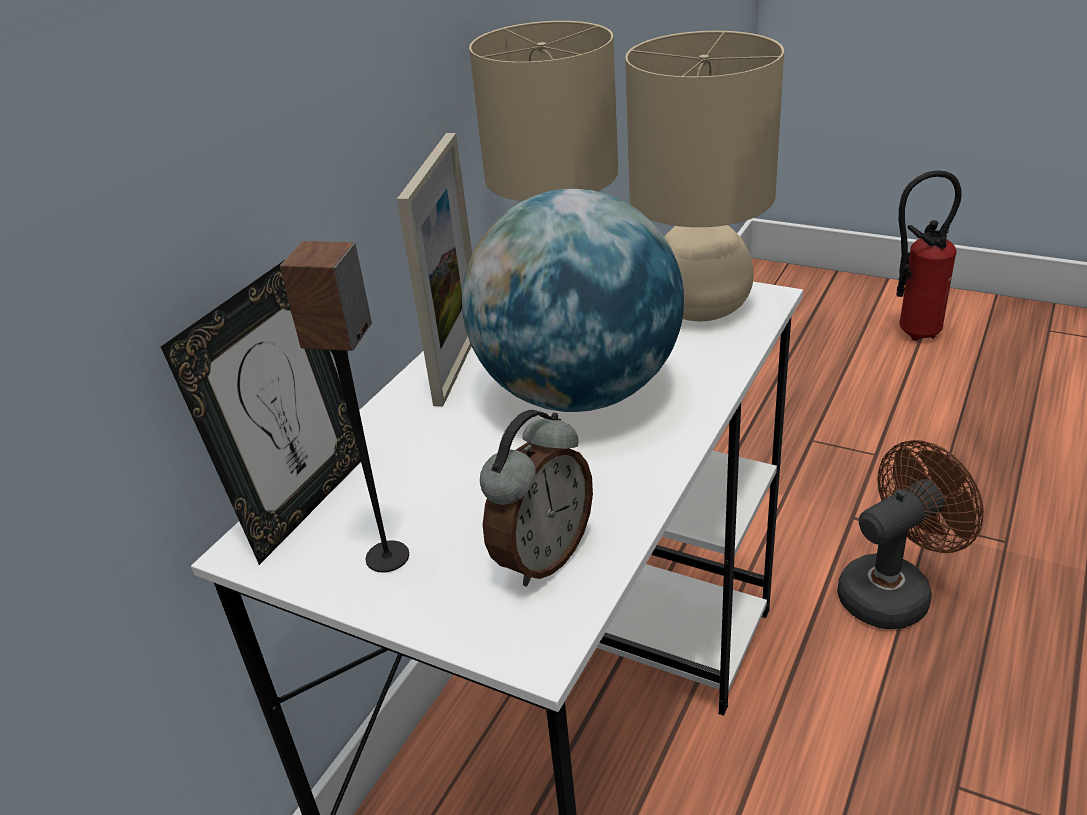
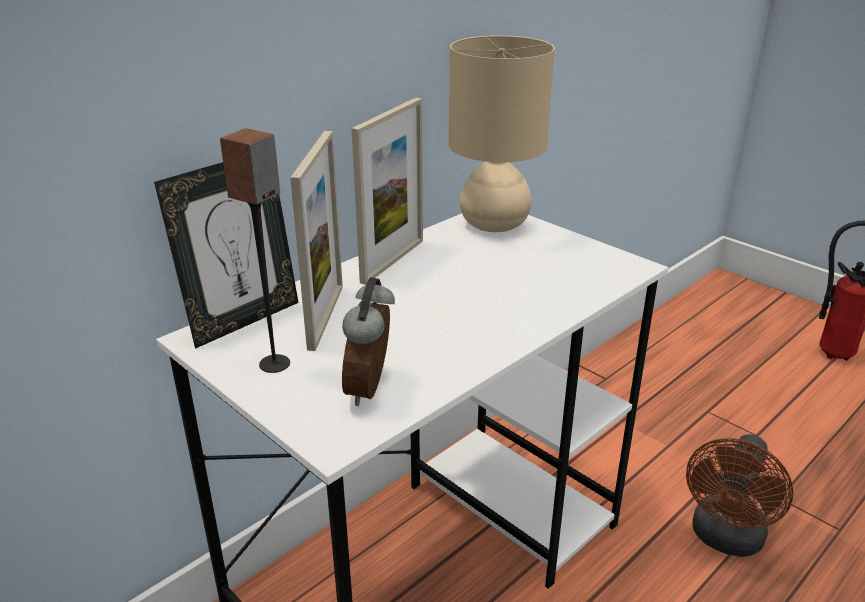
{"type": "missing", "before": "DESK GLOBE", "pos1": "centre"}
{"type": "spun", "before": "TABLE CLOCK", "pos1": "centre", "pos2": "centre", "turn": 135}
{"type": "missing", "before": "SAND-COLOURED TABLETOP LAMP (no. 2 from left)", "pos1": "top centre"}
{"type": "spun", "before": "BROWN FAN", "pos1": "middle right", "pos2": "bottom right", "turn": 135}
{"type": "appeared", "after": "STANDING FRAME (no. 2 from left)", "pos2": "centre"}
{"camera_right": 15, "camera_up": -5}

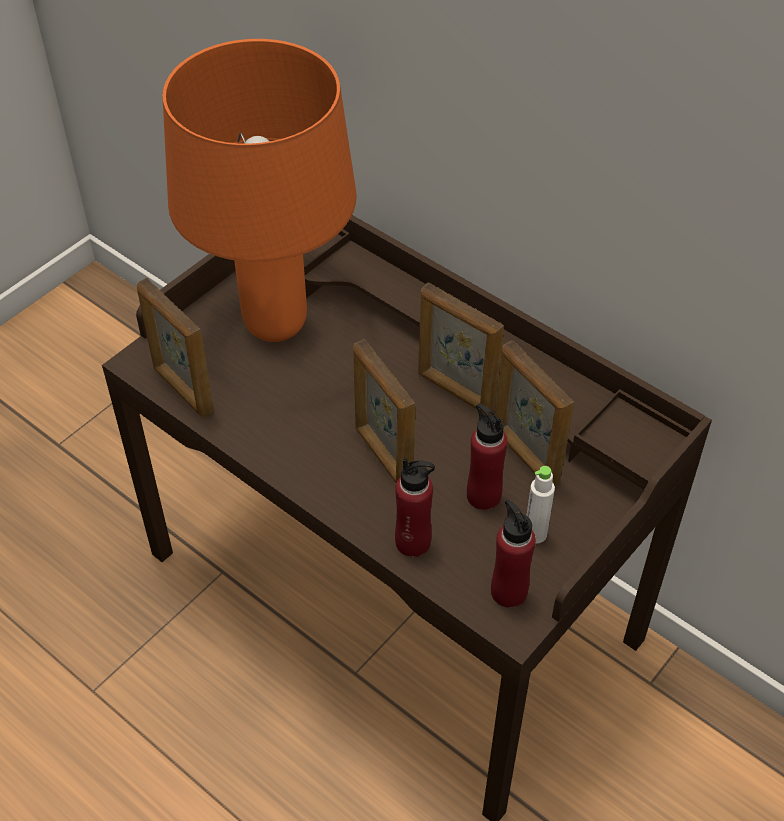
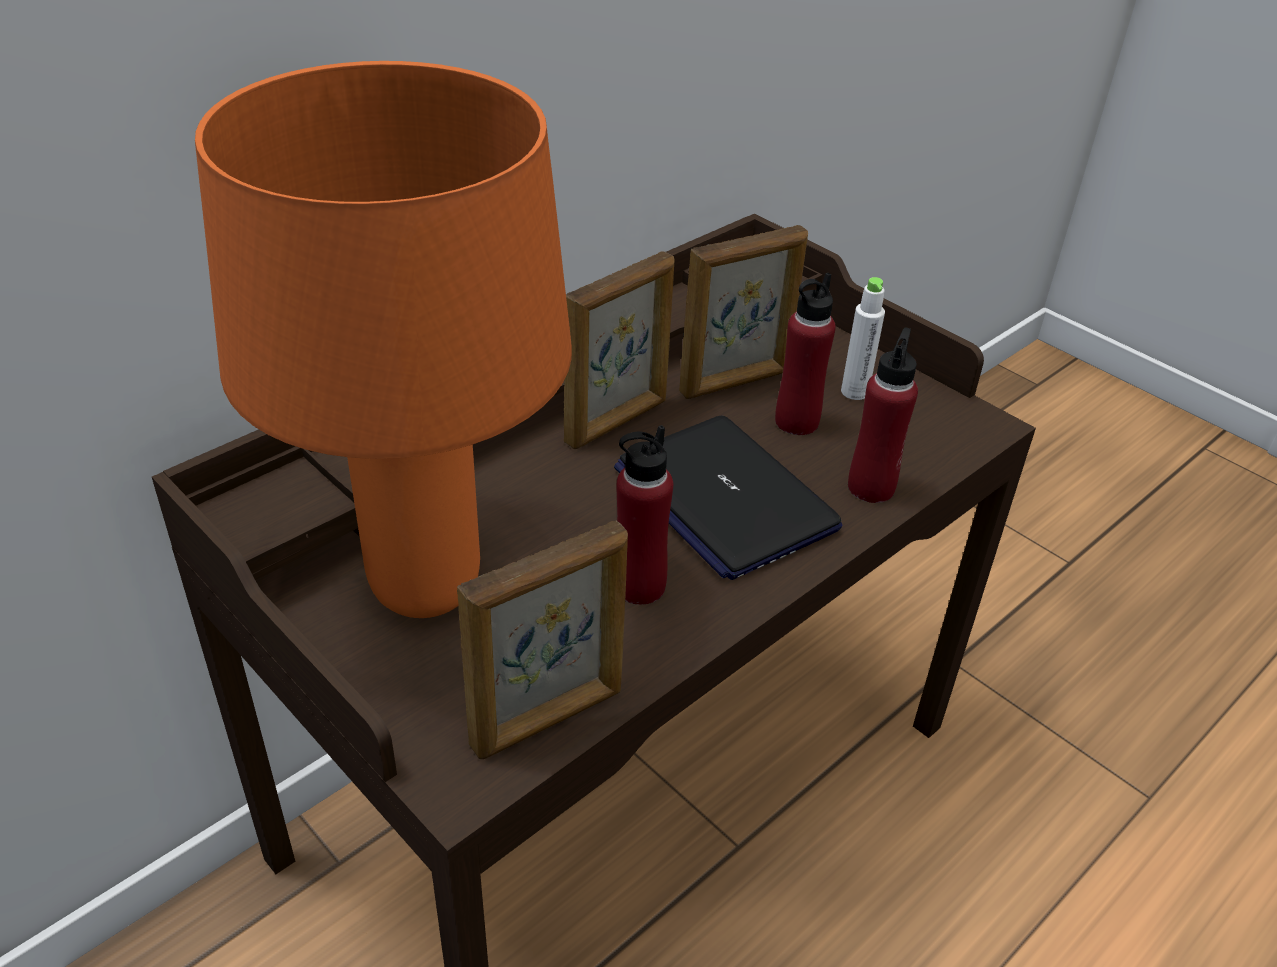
{"type": "exchanged", "before": "STANDING FRAME (no. 2 from left)", "after": "PORTABLE COMPUTER", "pos1": "centre", "pos2": "centre"}
{"type": "relocated", "before": "RED DRINK BOTTLE (no. 3 from left in the first image)", "after": "RED DRINK BOTTLE (no. 1 from left)", "pos1": "bottom centre", "pos2": "centre"}
{"camera_right": -85, "camera_up": -10}

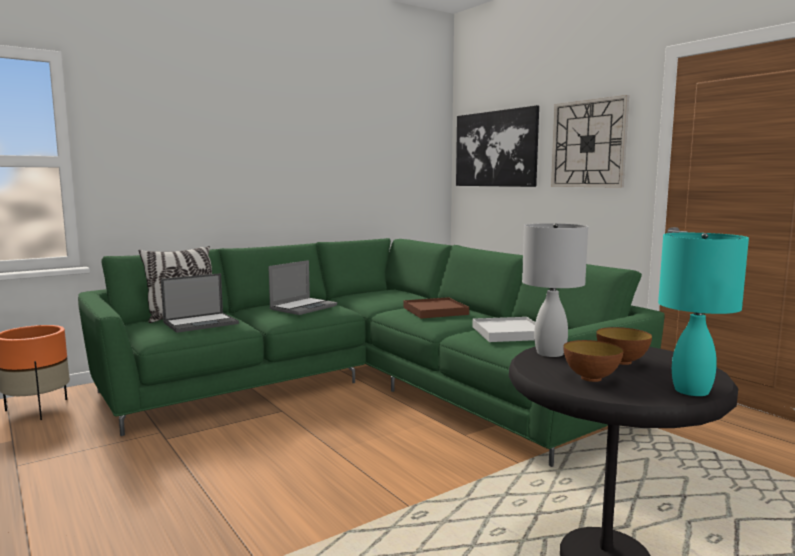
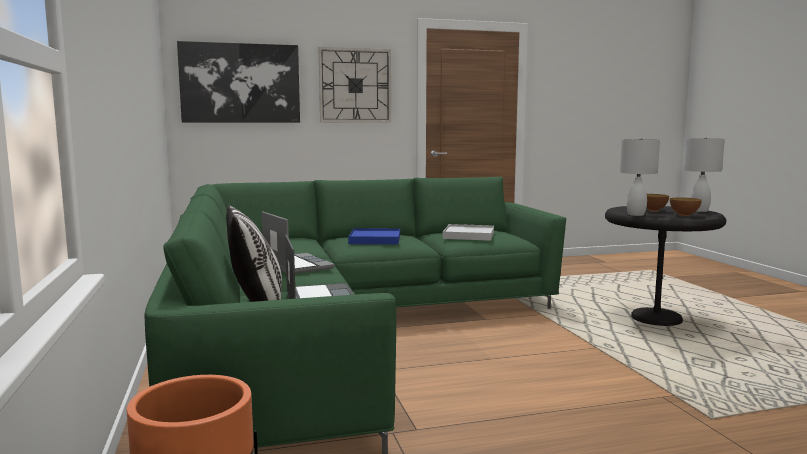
{"type": "colour", "before": "BROWN SERVING TRAY", "after": "BLUE-COLOURED SERVING TRAY", "pos1": "centre", "pos2": "centre"}
{"type": "colour", "before": "BLUE-GREEN TABLETOP LAMP", "after": "WHITE TABLETOP LAMP (no. 2 from left)", "pos1": "middle right", "pos2": "middle right"}
{"camera_right": -70, "camera_up": 0}

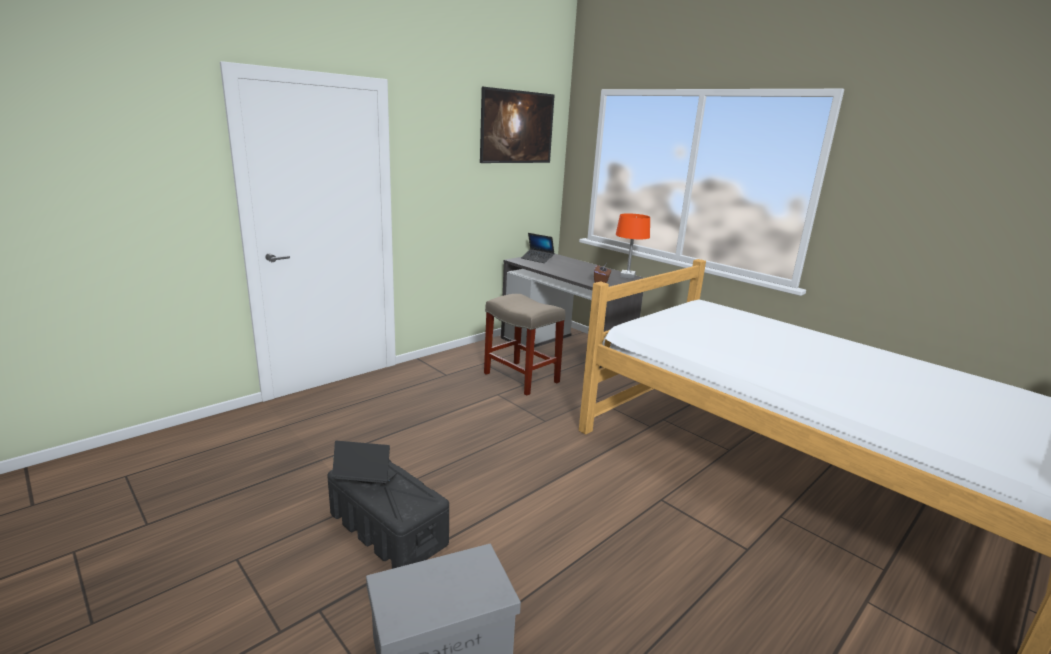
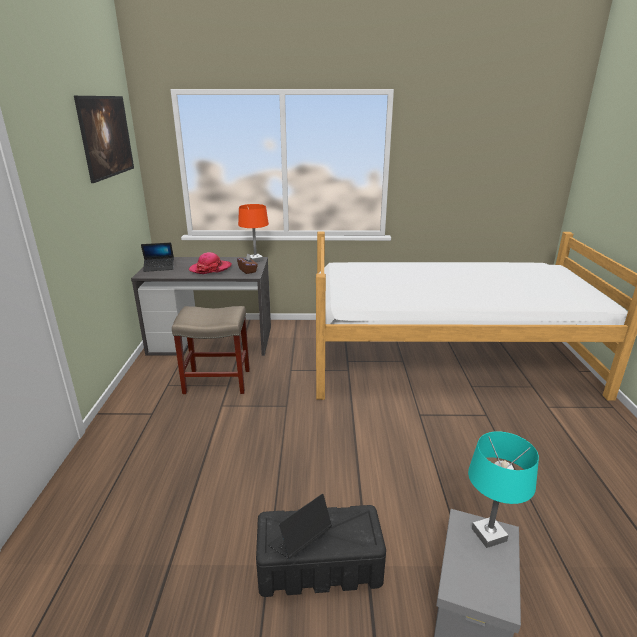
{"type": "appeared", "after": "CLOTHING HAT", "pos2": "middle left"}
{"type": "appeared", "after": "BLUE-GREEN TABLETOP LAMP", "pos2": "bottom right"}
{"camera_right": -45, "camera_up": 5}

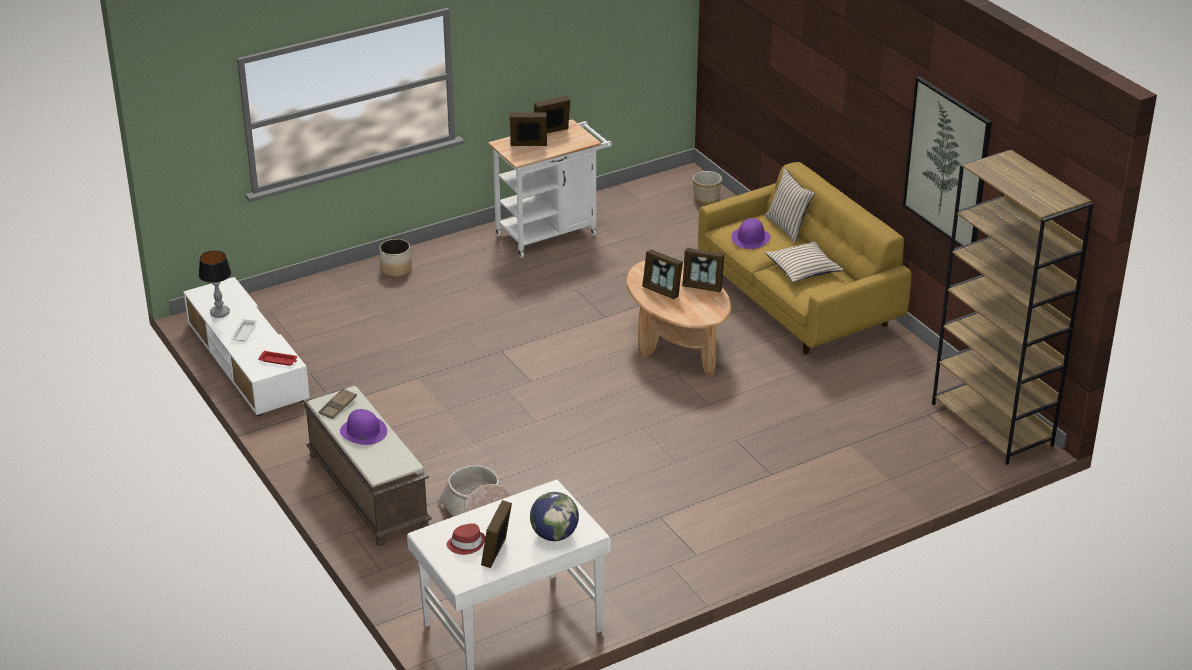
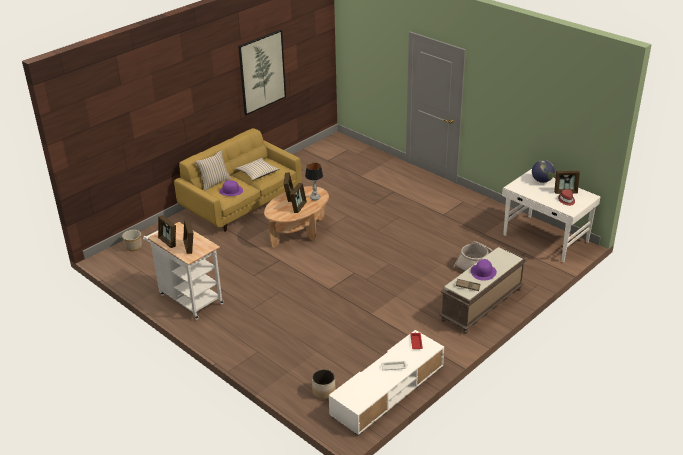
{"type": "relocated", "before": "TABLETOP LAMP", "pos1": "middle left", "pos2": "centre"}
{"type": "relocated", "before": "PLANTER (no. 1 from left in the first image)", "after": "PLANTER (no. 2 from left)", "pos1": "middle left", "pos2": "bottom centre"}
{"type": "missing", "before": "BROWN BOOKCASE", "pos1": "middle right"}
{"camera_right": -105, "camera_up": 0}

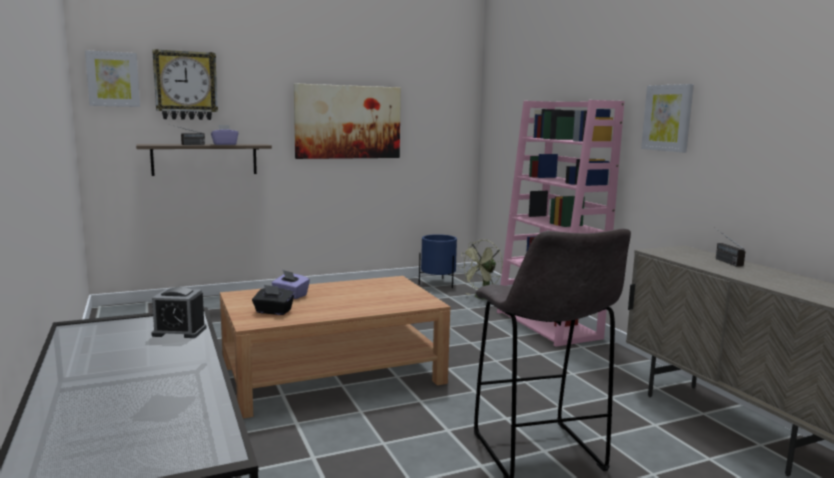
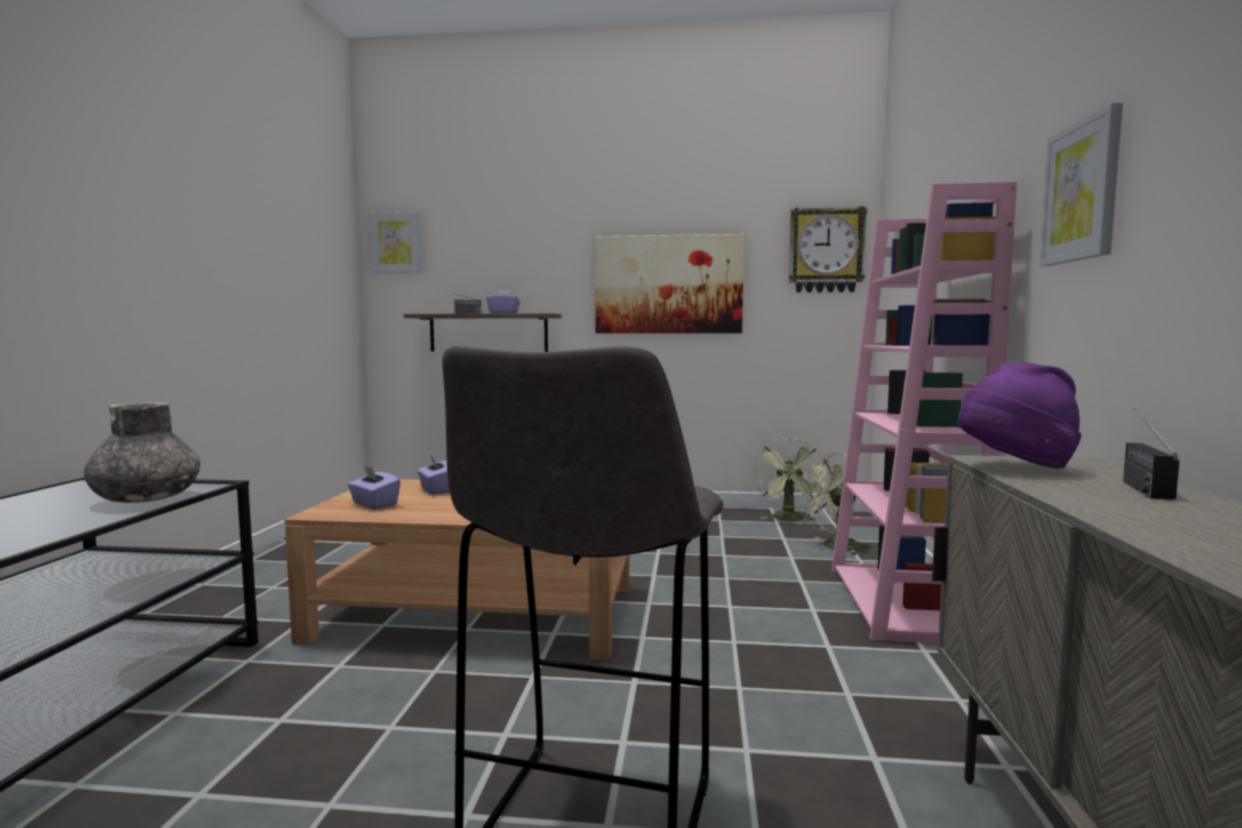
{"type": "exchanged", "before": "TABLE CLOCK", "after": "GREY DECORATIVE VASE", "pos1": "middle left", "pos2": "middle left"}
{"type": "relocated", "before": "WALL CLOCK", "pos1": "top left", "pos2": "top right"}
{"type": "colour", "before": "BLACKISH TISSUE BOX", "after": "PURPLISH TISSUE BOX (no. 1 from left)", "pos1": "middle left", "pos2": "middle left"}
{"type": "exchanged", "before": "BLUE-COLOURED PLANTER", "after": "GREEN FAN (no. 1 from left)", "pos1": "centre", "pos2": "centre"}
{"type": "appeared", "after": "PURPLISH CLOTHING HAT", "pos2": "middle right"}
{"camera_right": 30, "camera_up": -5}

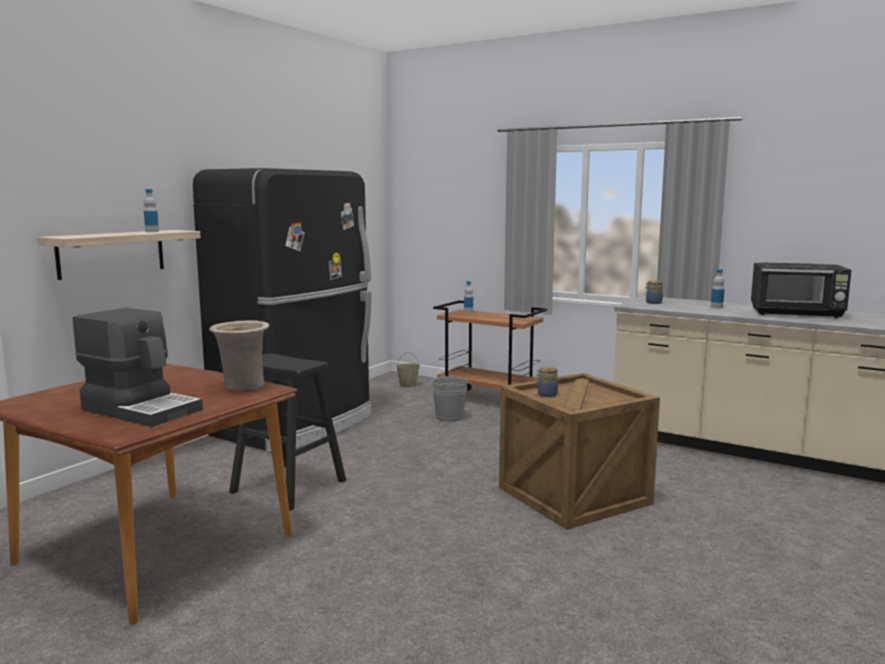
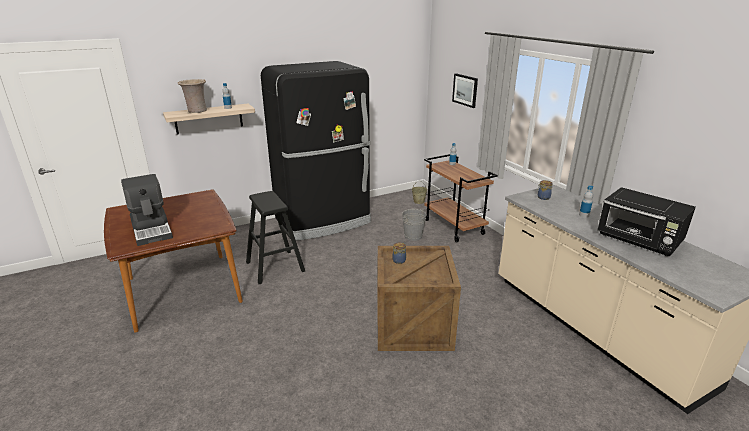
{"type": "relocated", "before": "SAND-COLOURED DECORATIVE VASE", "pos1": "middle left", "pos2": "top left"}
{"type": "appeared", "after": "PICTURE", "pos2": "top centre"}
{"camera_right": 30, "camera_up": 15}

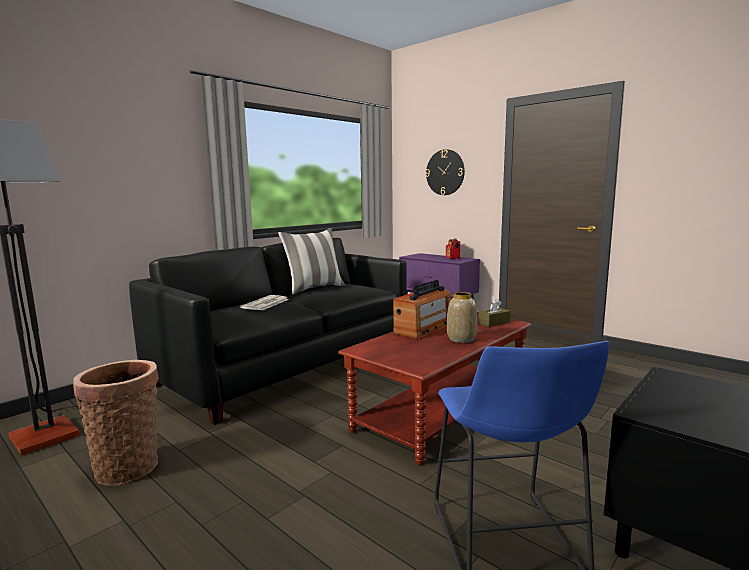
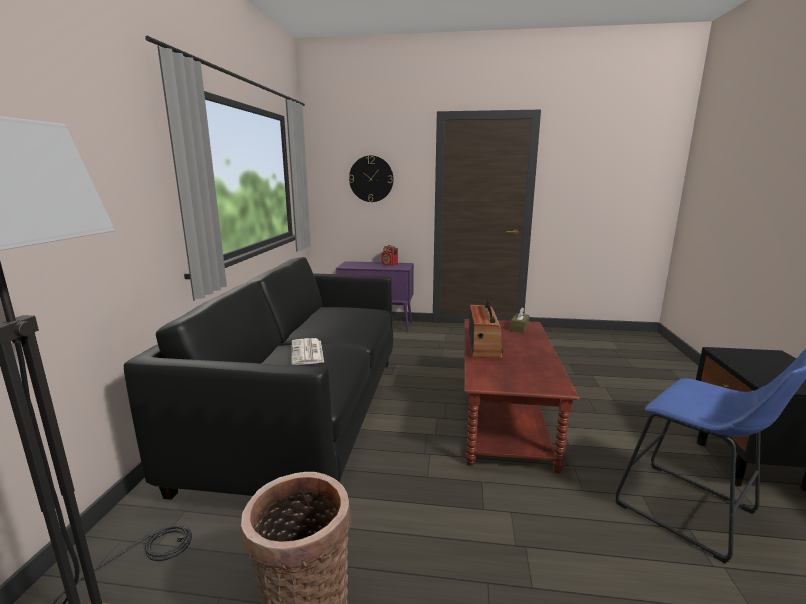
{"type": "missing", "before": "PILLOW", "pos1": "centre"}
{"type": "missing", "before": "DECORATIVE VASE", "pos1": "centre"}
{"camera_right": -35, "camera_up": 5}

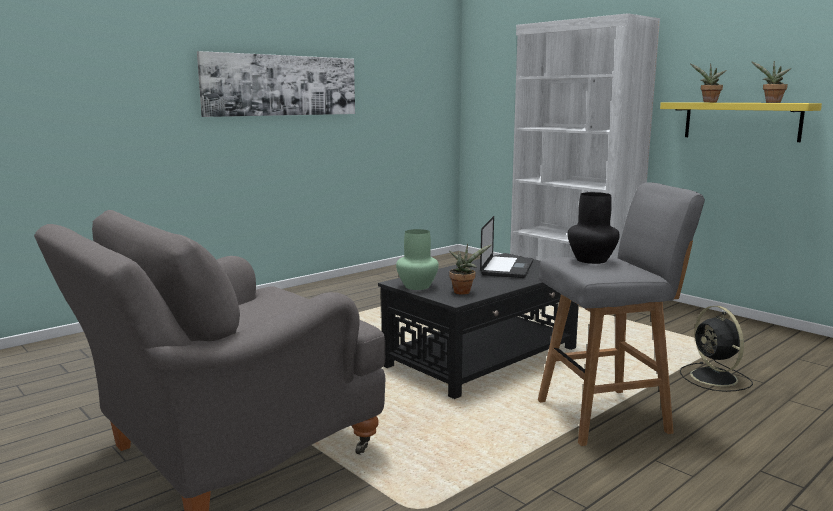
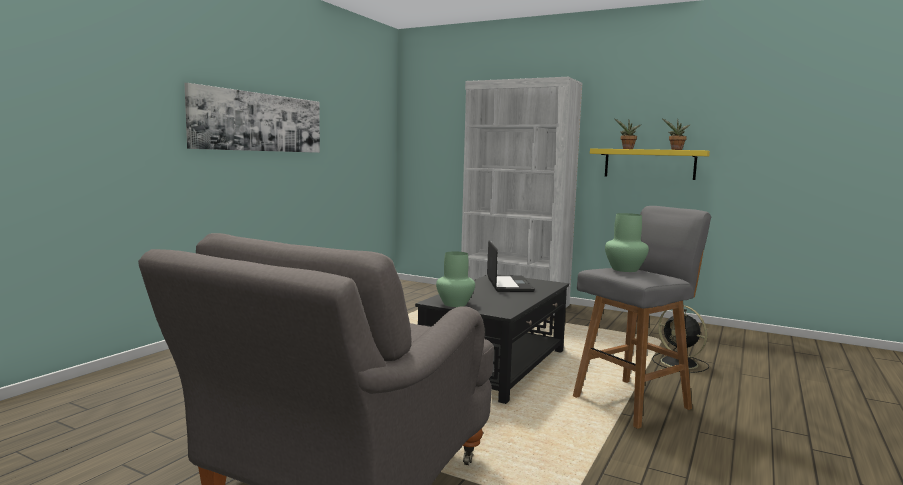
{"type": "missing", "before": "PLANT IN A POT (no. 1 from left)", "pos1": "centre"}
{"type": "colour", "before": "BLACKISH DECORATIVE VASE", "after": "GREEN DECORATIVE VASE (no. 2 from left)", "pos1": "middle right", "pos2": "middle right"}
{"camera_right": -20, "camera_up": -5}

